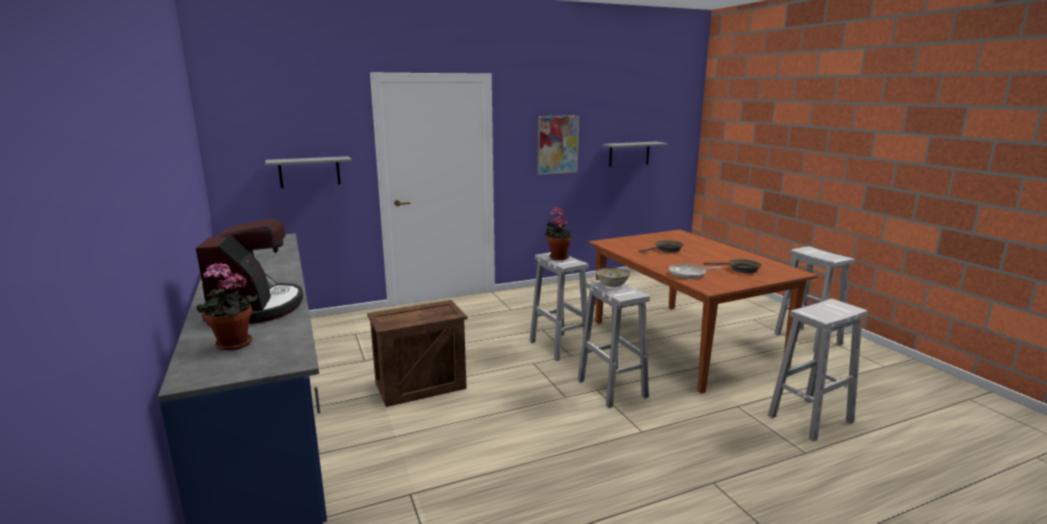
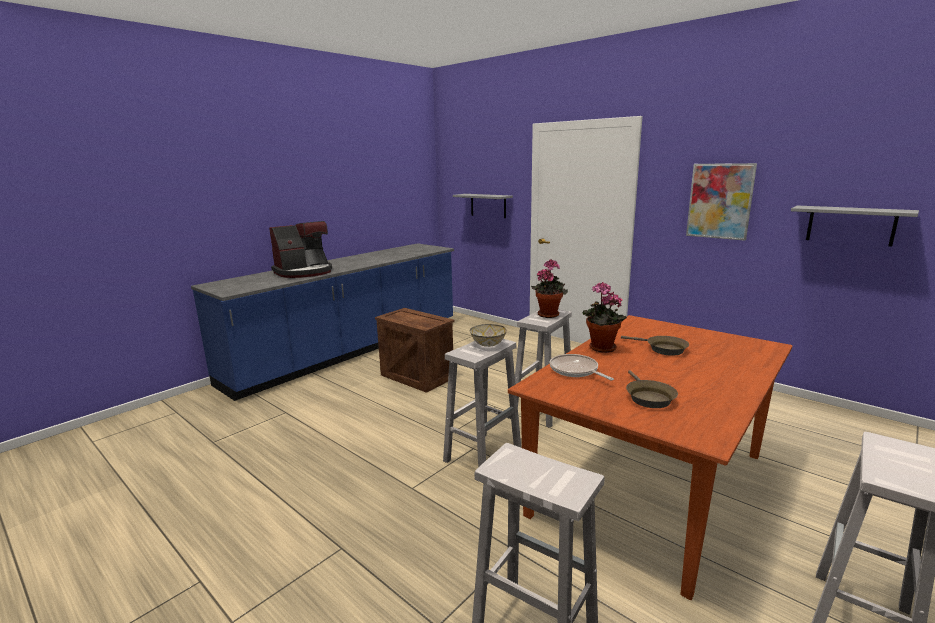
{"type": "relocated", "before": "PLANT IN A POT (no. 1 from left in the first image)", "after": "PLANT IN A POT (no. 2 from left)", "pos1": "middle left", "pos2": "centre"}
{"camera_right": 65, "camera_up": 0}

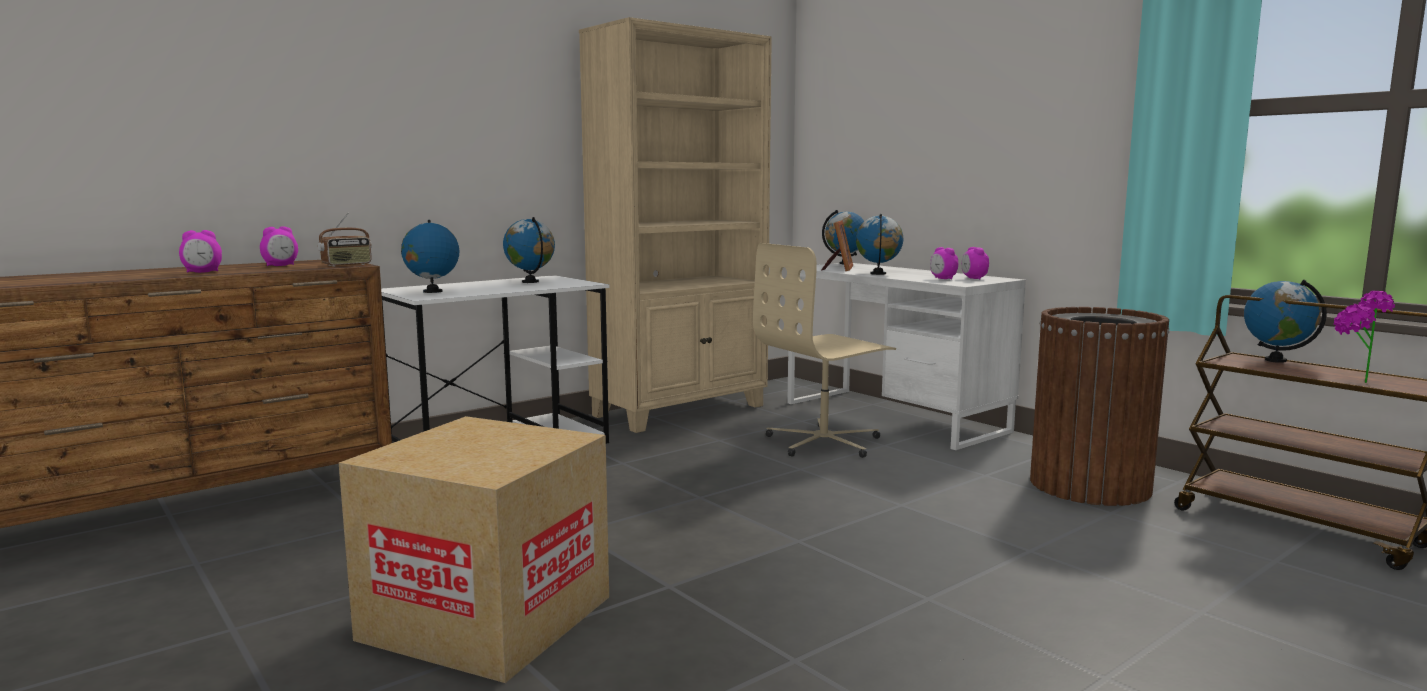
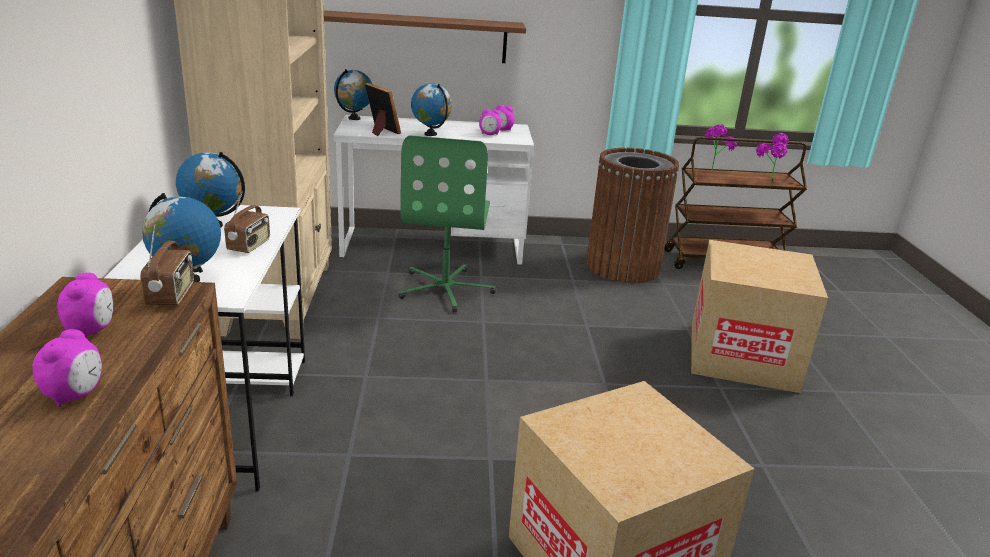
{"type": "colour", "before": "SAND-COLOURED DESK CHAIR", "after": "GREEN DESK CHAIR", "pos1": "centre", "pos2": "centre"}
{"type": "exchanged", "before": "DESK GLOBE (no. 5 from left)", "after": "PLANT IN A POT (no. 1 from left)", "pos1": "middle right", "pos2": "top right"}
{"type": "appeared", "after": "RADIO RECEIVER (no. 2 from left)", "pos2": "middle left"}
{"type": "appeared", "after": "BROWN SHELF", "pos2": "top centre"}
{"type": "appeared", "after": "PACKING BOX (no. 2 from left)", "pos2": "middle right"}
{"camera_right": -55, "camera_up": 15}

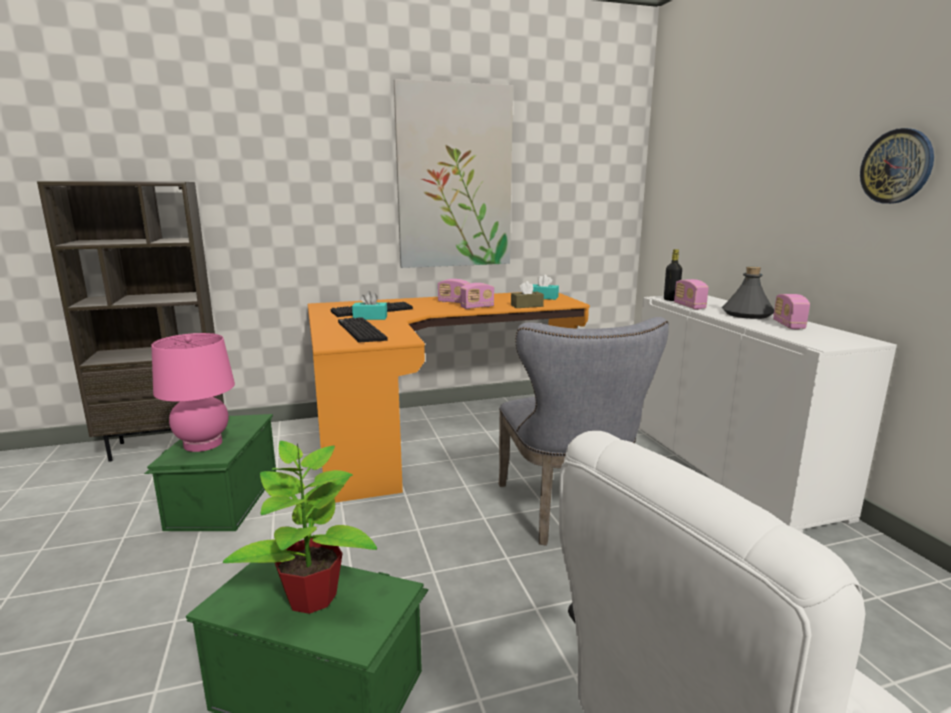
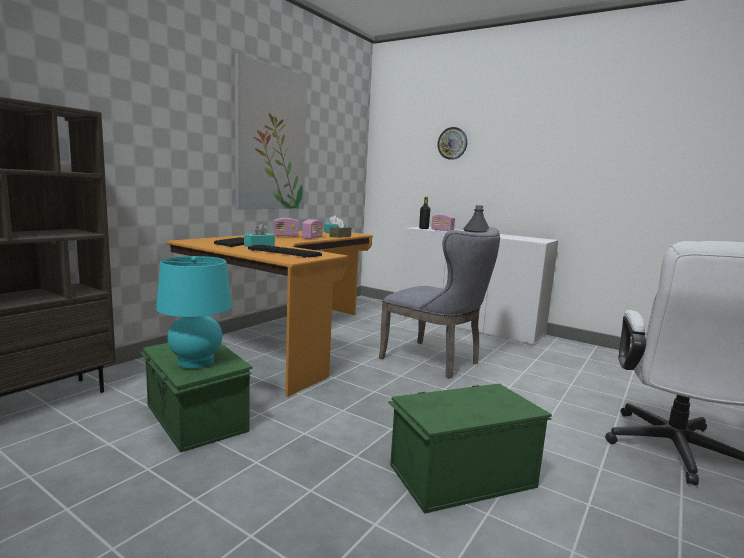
{"type": "colour", "before": "PINK TABLETOP LAMP", "after": "BLUE-GREEN TABLETOP LAMP", "pos1": "middle left", "pos2": "middle left"}
{"type": "missing", "before": "PLANT IN A POT", "pos1": "bottom left"}
{"type": "missing", "before": "RADIO RECEIVER (no. 4 from left)", "pos1": "middle right"}
{"type": "relocated", "before": "WALL CLOCK", "pos1": "top right", "pos2": "top centre"}
{"camera_right": -40, "camera_up": -5}

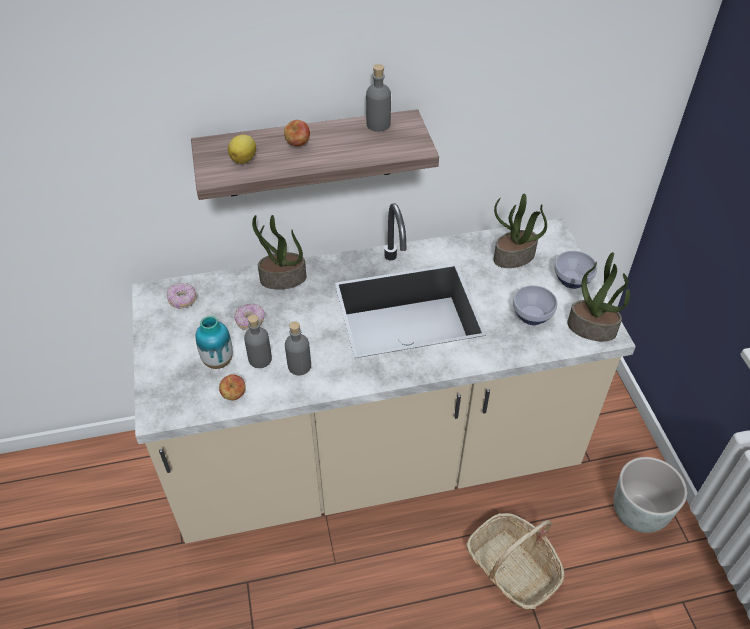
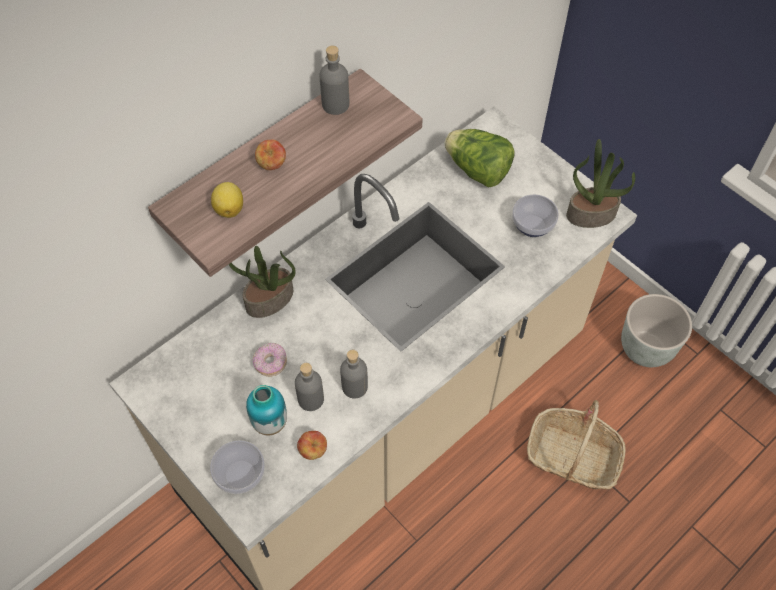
{"type": "missing", "before": "DOUGHNUT (no. 1 from left)", "pos1": "middle left"}
{"type": "exchanged", "before": "PLANT IN A POT (no. 2 from left)", "after": "HEAD OF LETTUCE", "pos1": "middle right", "pos2": "top centre"}
{"type": "relocated", "before": "DEEP DISH (no. 2 from left in the first image)", "after": "DEEP DISH (no. 1 from left)", "pos1": "middle right", "pos2": "bottom left"}
{"camera_right": -30, "camera_up": 10}

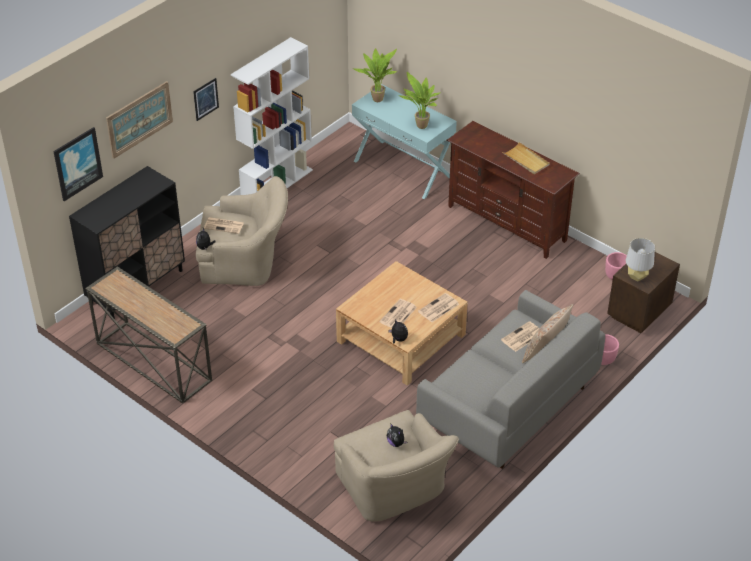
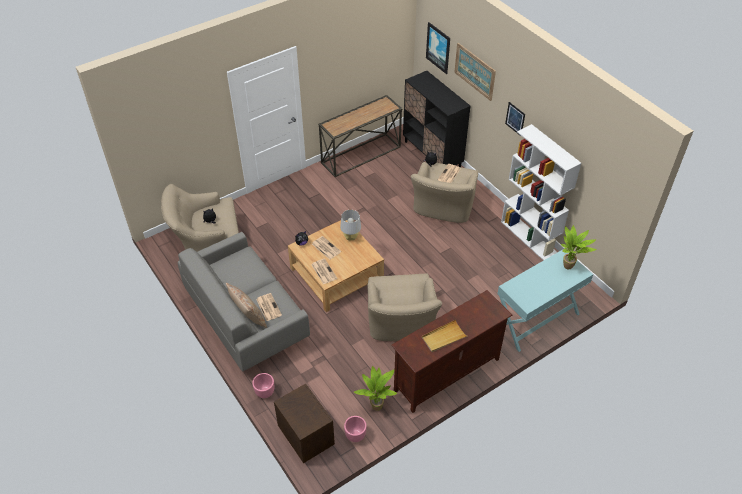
{"type": "relocated", "before": "PLANT IN A POT (no. 2 from left in the first image)", "after": "PLANT IN A POT (no. 1 from left)", "pos1": "top centre", "pos2": "bottom centre"}
{"type": "relocated", "before": "GREY TABLETOP LAMP", "pos1": "middle right", "pos2": "centre"}
{"type": "appeared", "after": "SAND-COLOURED EASY CHAIR (no. 2 from left)", "pos2": "centre"}
{"camera_right": 105, "camera_up": 5}

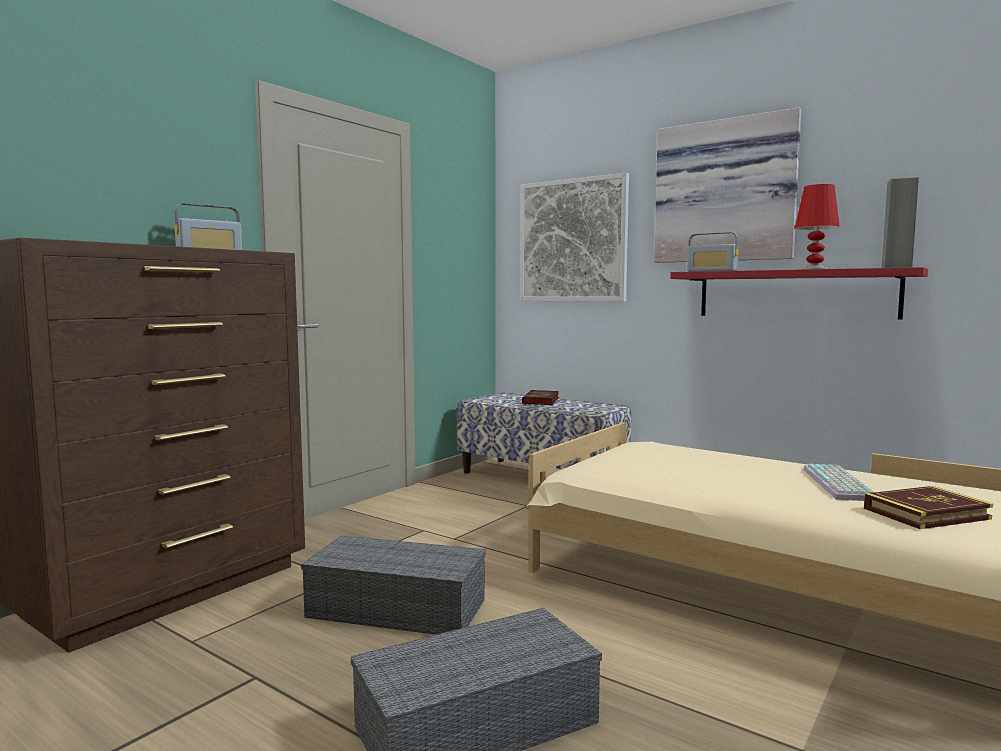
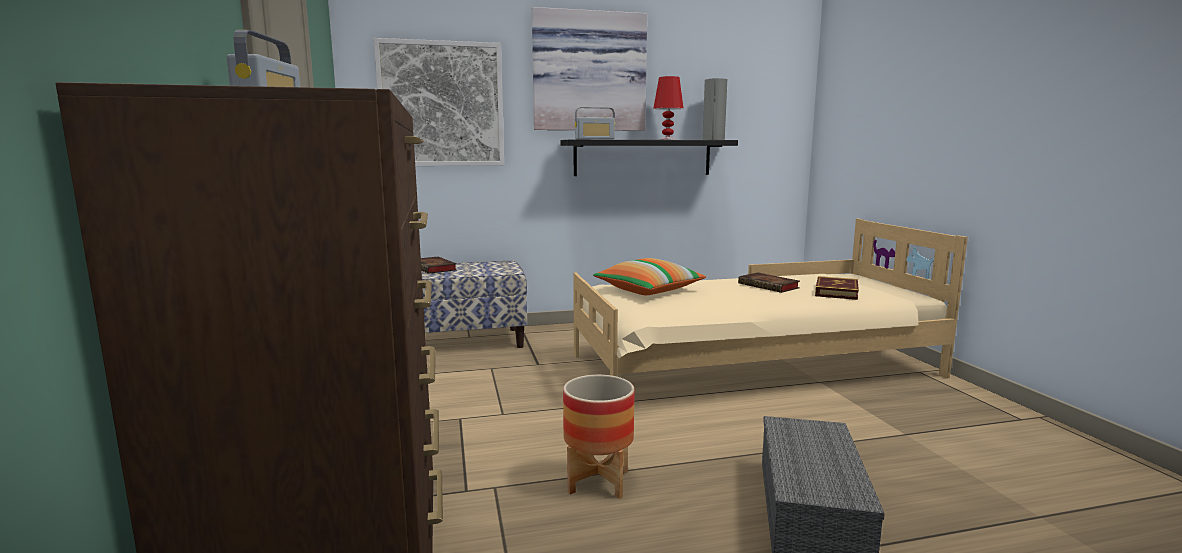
{"type": "exchanged", "before": "GREY STORAGE BOX (no. 1 from left)", "after": "PLANTER", "pos1": "bottom centre", "pos2": "bottom centre"}
{"type": "colour", "before": "RED SHELF", "after": "BLACKISH SHELF", "pos1": "middle right", "pos2": "top centre"}
{"type": "exchanged", "before": "COMPUTER KEYBOARD", "after": "BOOK (no. 2 from left)", "pos1": "middle right", "pos2": "centre"}
{"type": "appeared", "after": "PILLOW", "pos2": "centre"}
{"camera_right": -50, "camera_up": 5}

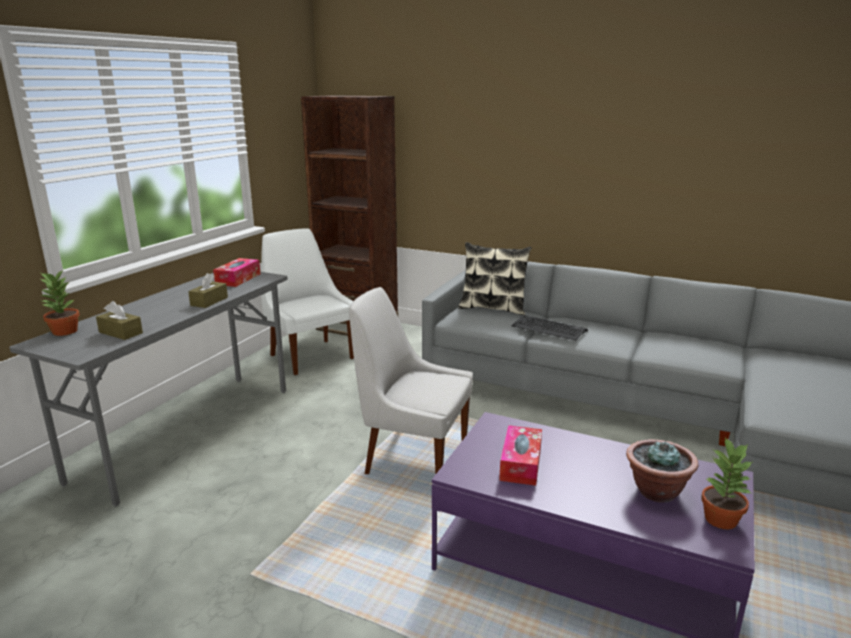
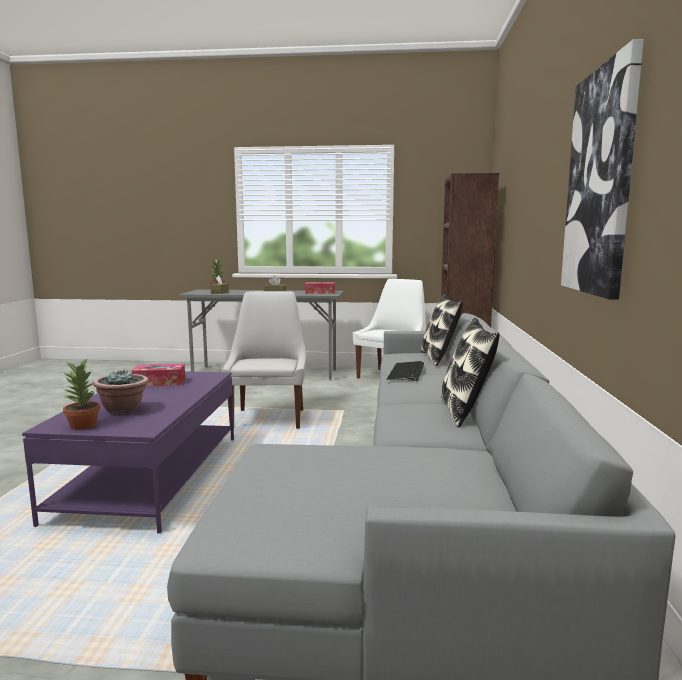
{"type": "appeared", "after": "PILLOW (no. 2 from left)", "pos2": "middle right"}
{"type": "appeared", "after": "PICTURE", "pos2": "top right"}
{"camera_right": 70, "camera_up": -10}

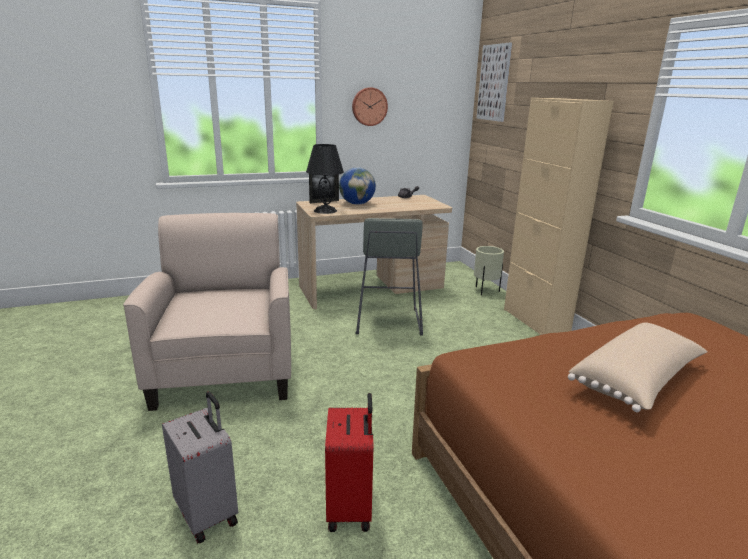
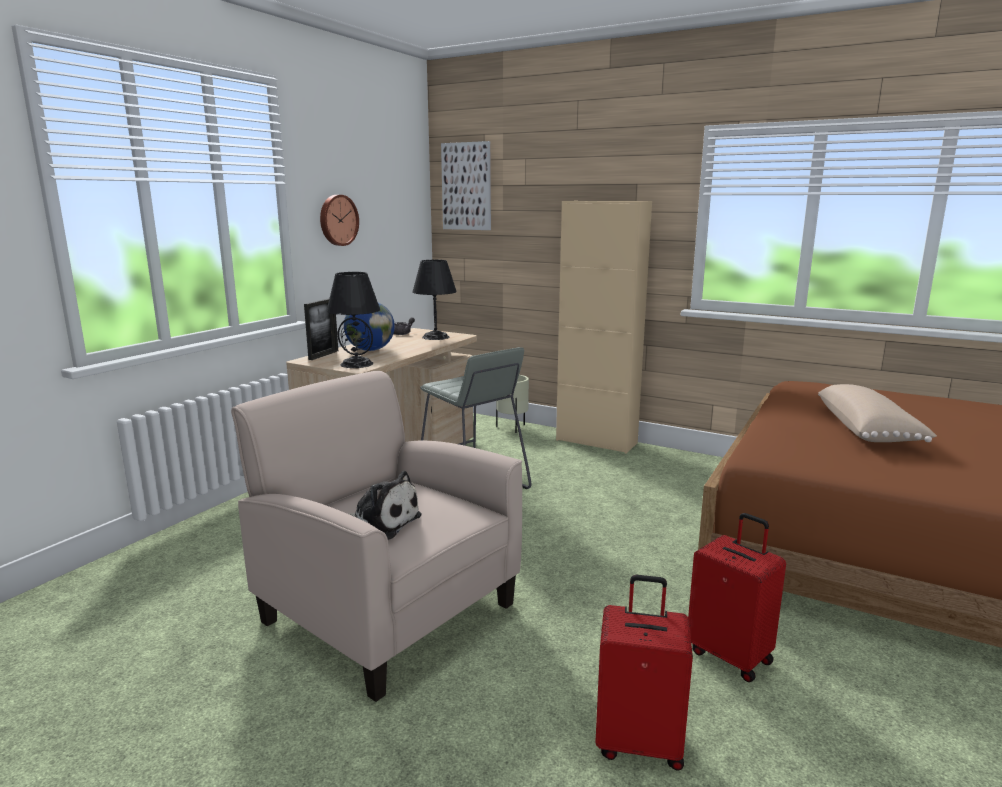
{"type": "colour", "before": "GREY SUITCASE", "after": "RED SUITCASE (no. 1 from left)", "pos1": "bottom left", "pos2": "bottom centre"}
{"type": "appeared", "after": "CUDDLY TOY", "pos2": "centre"}
{"type": "appeared", "after": "BLACKISH TABLETOP LAMP (no. 2 from left)", "pos2": "centre"}
{"camera_right": -40, "camera_up": -5}

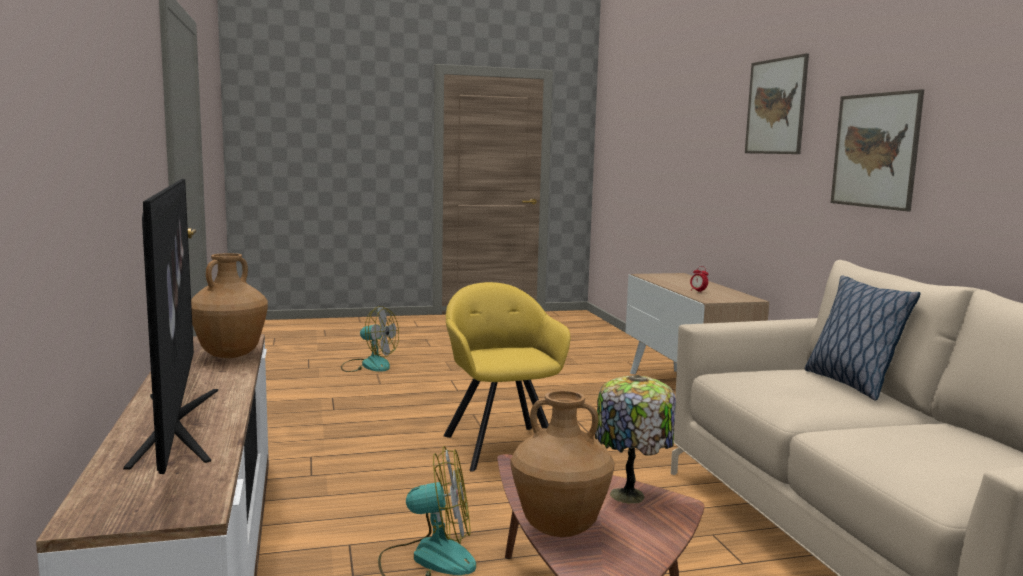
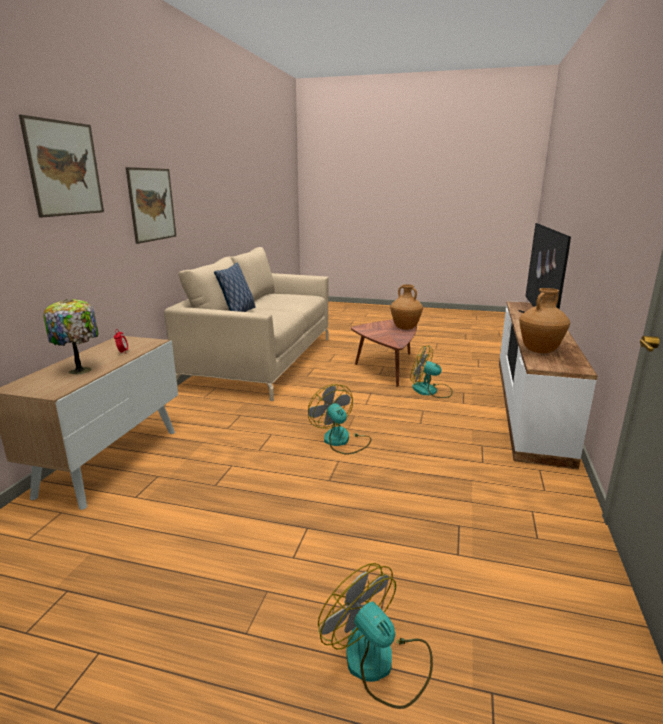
{"type": "exchanged", "before": "YELLOW EASY CHAIR", "after": "FAN (no. 1 from left)", "pos1": "centre", "pos2": "centre"}
{"type": "relocated", "before": "TABLETOP LAMP", "pos1": "bottom centre", "pos2": "middle left"}
{"camera_right": -150, "camera_up": 10}

